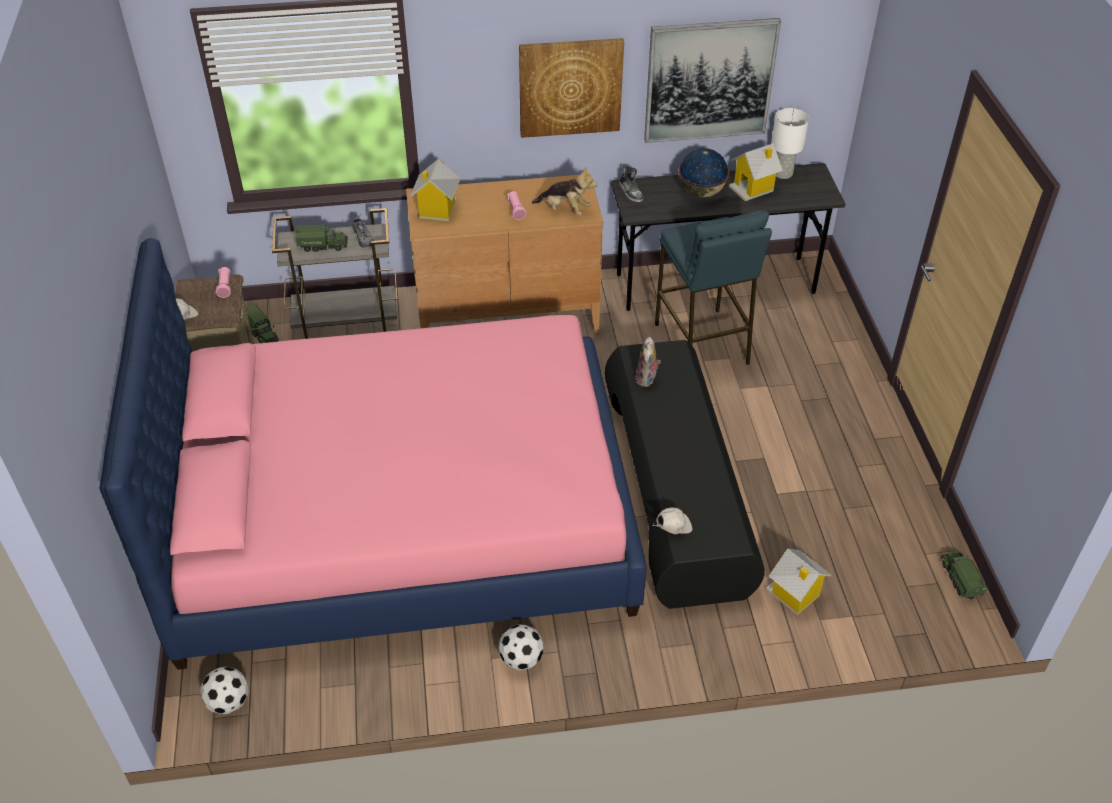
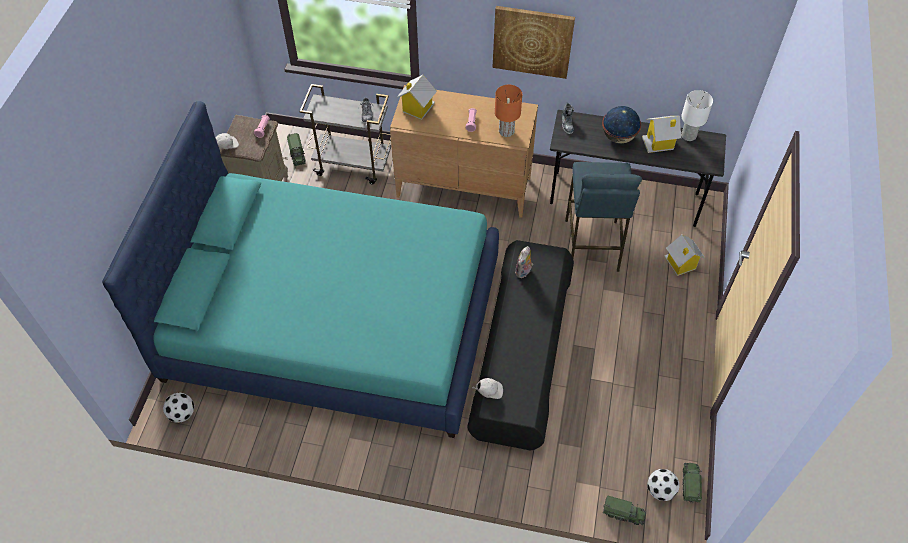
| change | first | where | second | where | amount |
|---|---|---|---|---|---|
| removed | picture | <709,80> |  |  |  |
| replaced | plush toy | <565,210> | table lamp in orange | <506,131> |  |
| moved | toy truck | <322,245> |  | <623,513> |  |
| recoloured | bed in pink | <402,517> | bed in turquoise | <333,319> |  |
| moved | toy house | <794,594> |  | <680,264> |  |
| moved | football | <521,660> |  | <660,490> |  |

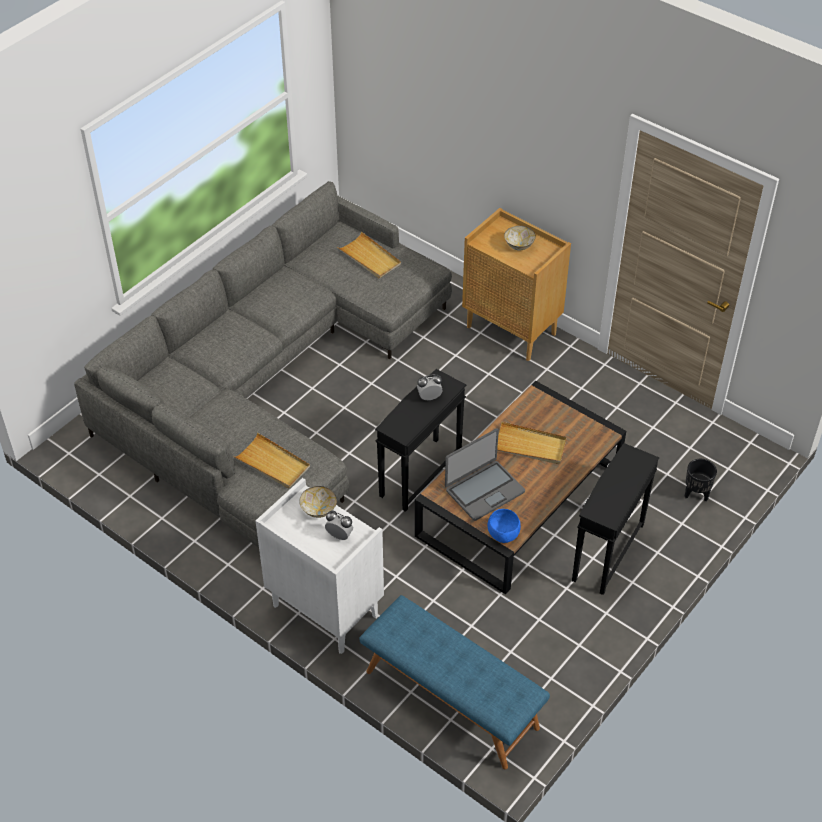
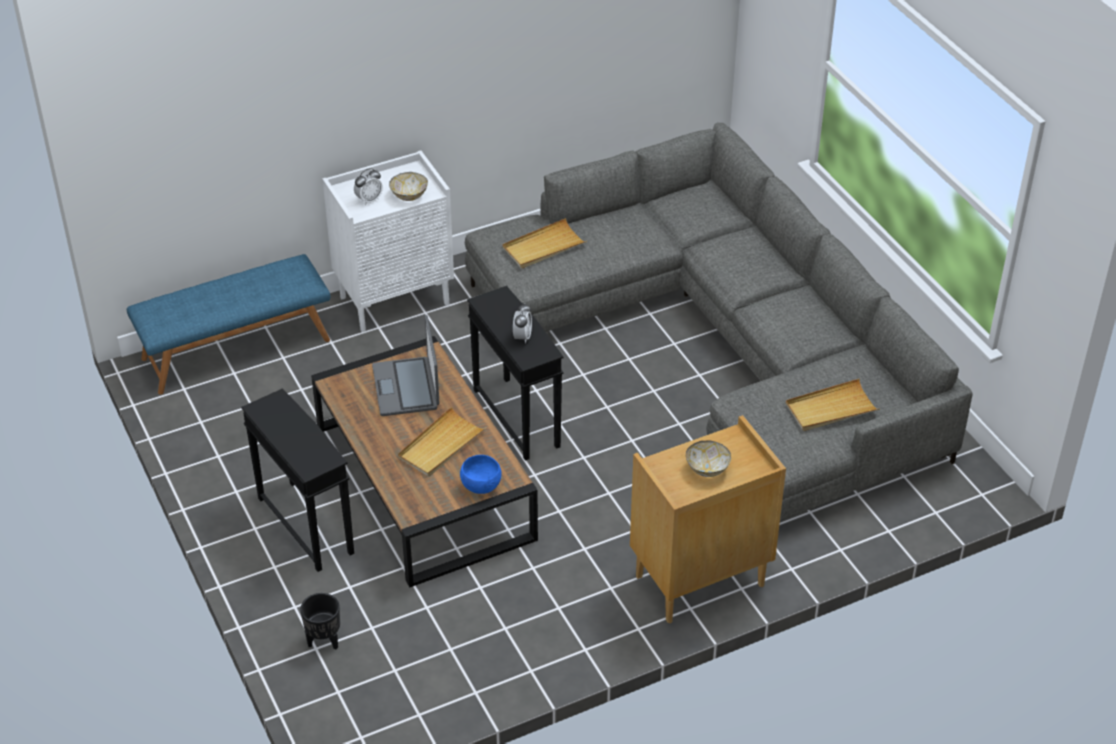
| change | first | where | second | where | amount |
|---|---|---|---|---|---|
| moved | bowl in blue | <503,535> |  | <480,486> |  |

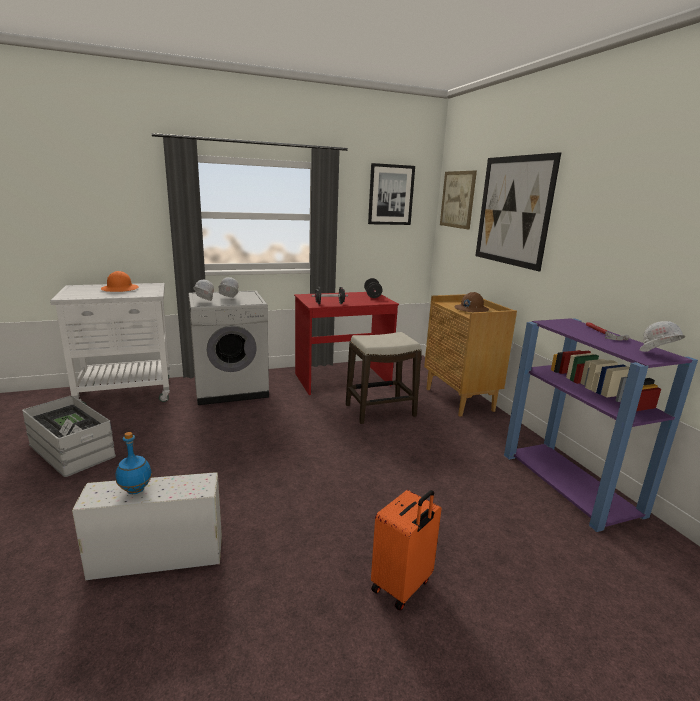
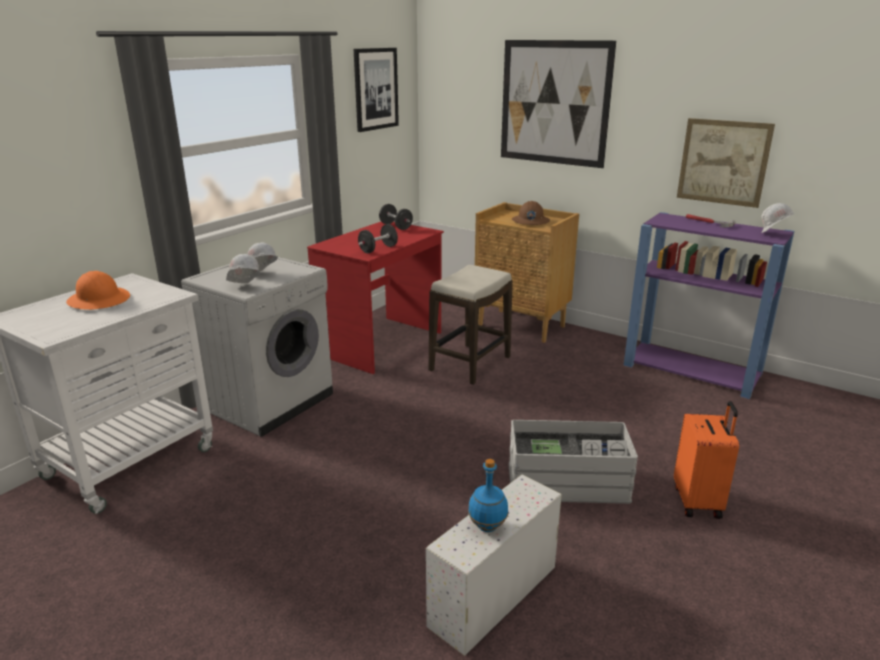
| change | first | where | second | where | amount |
|---|---|---|---|---|---|
| moved | picture | <457,199> |  | <723,162> |  |
| moved | storage box in grey | <73,450> |  | <567,480> |  |

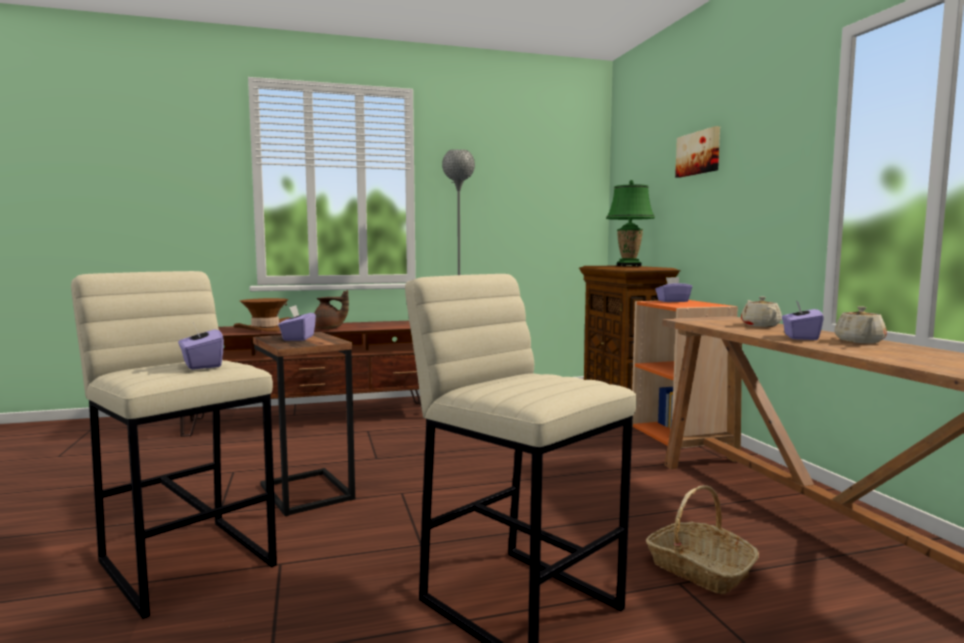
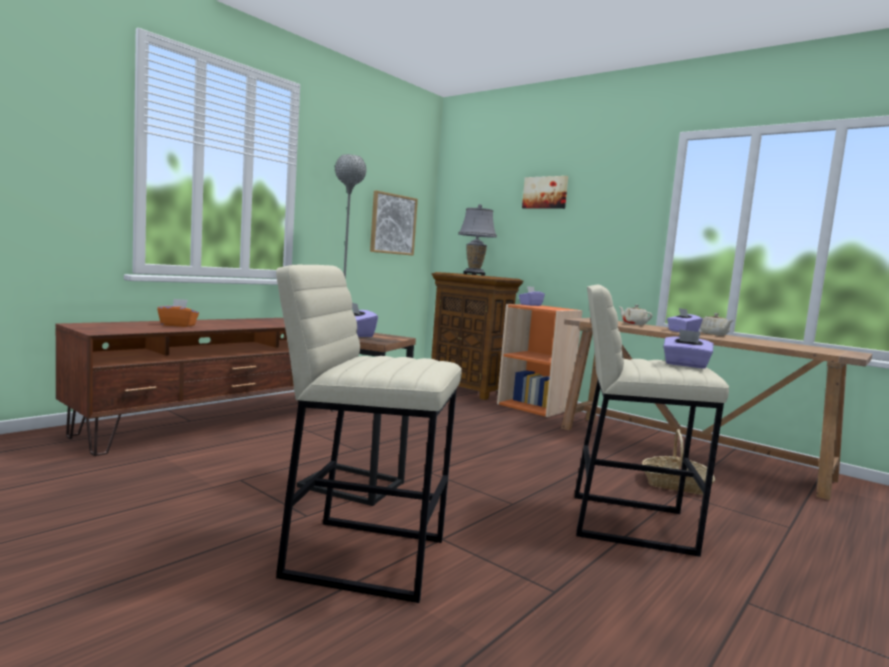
| change | first | where | second | where | amount |
|---|---|---|---|---|---|
| recoloured | table lamp in green | <629,266> | table lamp in grey | <474,274> |  |
| removed | teapot in brown | <329,328> |  |  |  |
| replaced | hat in brown | <265,329> | tissue box in orange | <178,325> |  |
| moved | tissue box in purple | <201,365> |  | <685,365> |  |
| added |  |  | picture | <393,224> |  |

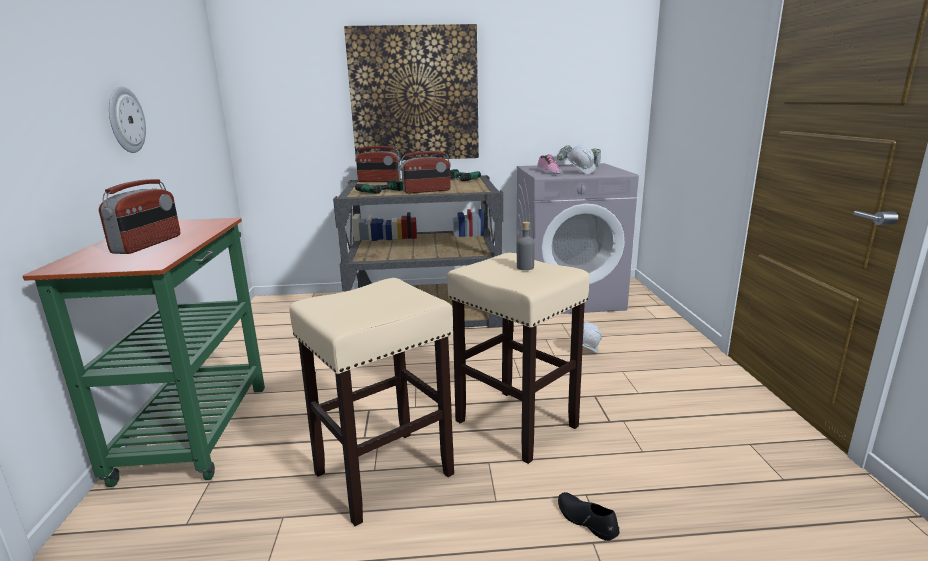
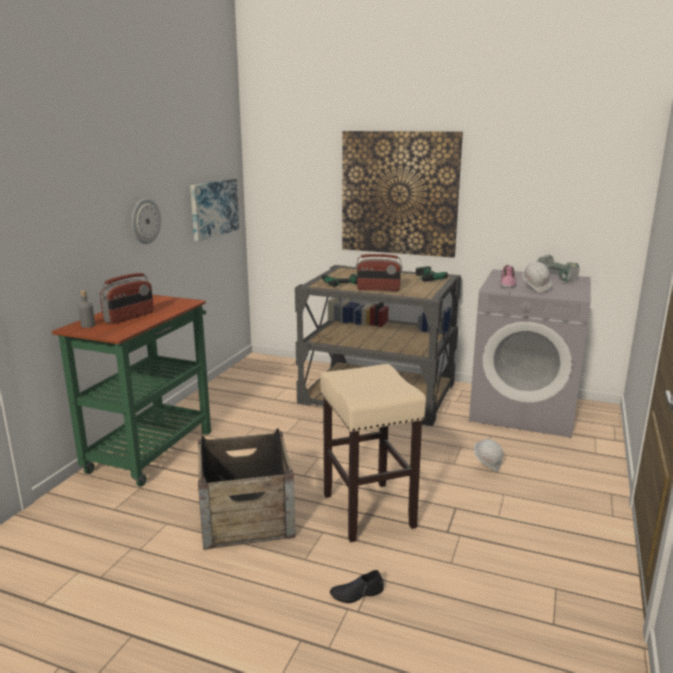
| change | first | where | second | where | amount |
|---|---|---|---|---|---|
| removed | radio | <379,181> |  |  |  |
| moved | bottle in grey | <525,267> |  | <88,325> |  |
| replaced | stool in beige | <385,472> | crate | <247,516> |  |
| turned | shoe in black | <586,520> |  | <357,593> | 90 degrees counterclockwise |
| added |  |  | picture | <213,208> |  |

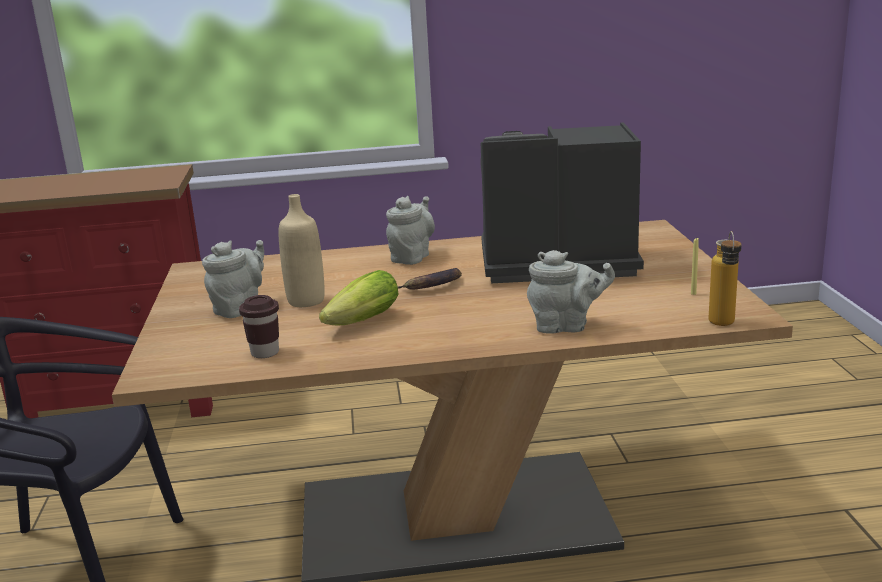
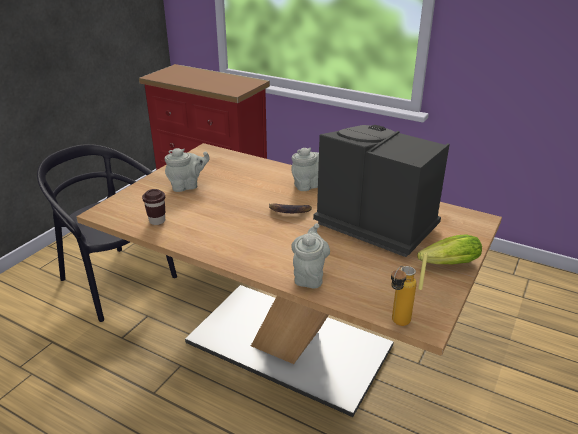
| change | first | where | second | where | amount |
|---|---|---|---|---|---|
| removed | bottle in beige | <306,301> |  |  |  |
| turned | teapot in grey | <566,326> |  | <309,276> | 120 degrees counterclockwise |
| moved | lettuce | <359,323> |  | <446,264> |  |

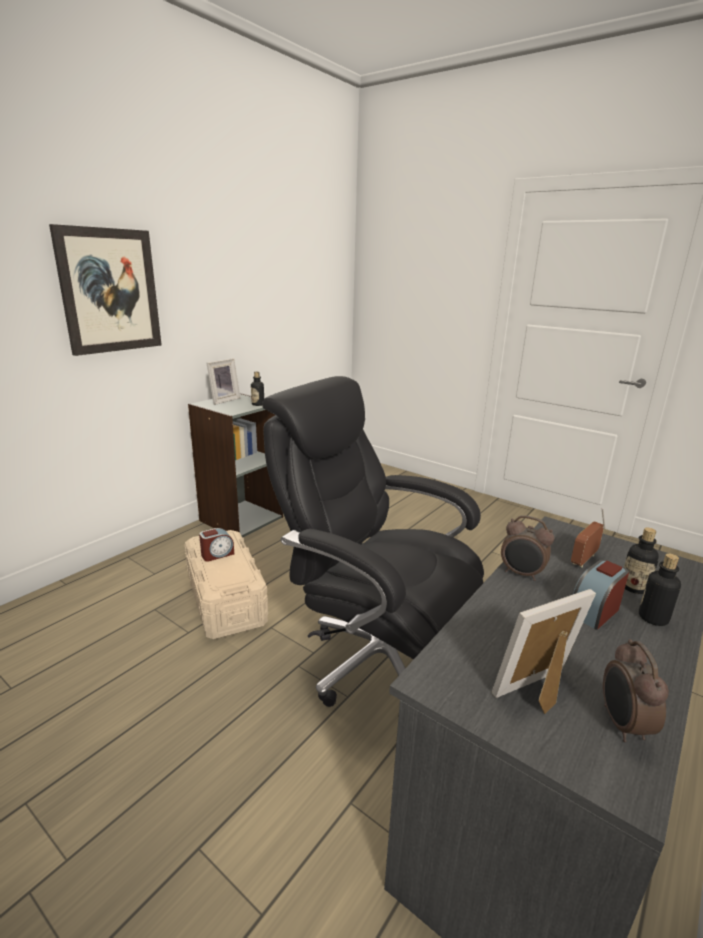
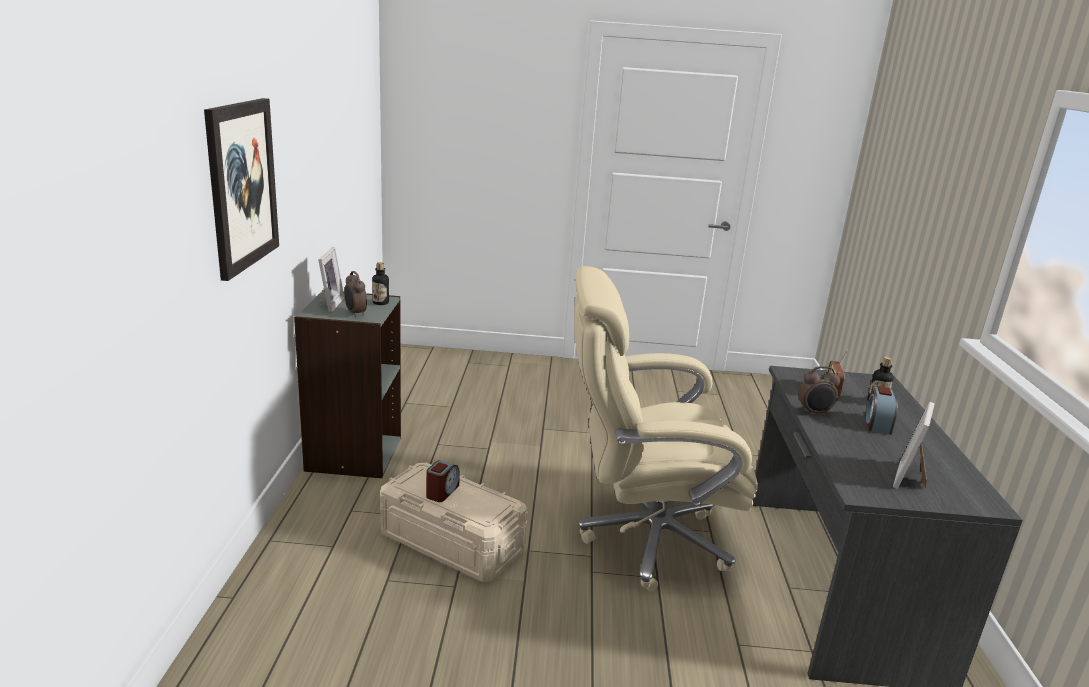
| change | first | where | second | where | amount |
|---|---|---|---|---|---|
| recoloured | office chair in black | <374,659> | office chair in beige | <645,541> |  |
| removed | bottle | <653,618> |  |  |  |
| moved | alarm clock | <622,725> |  | <355,314> |  |

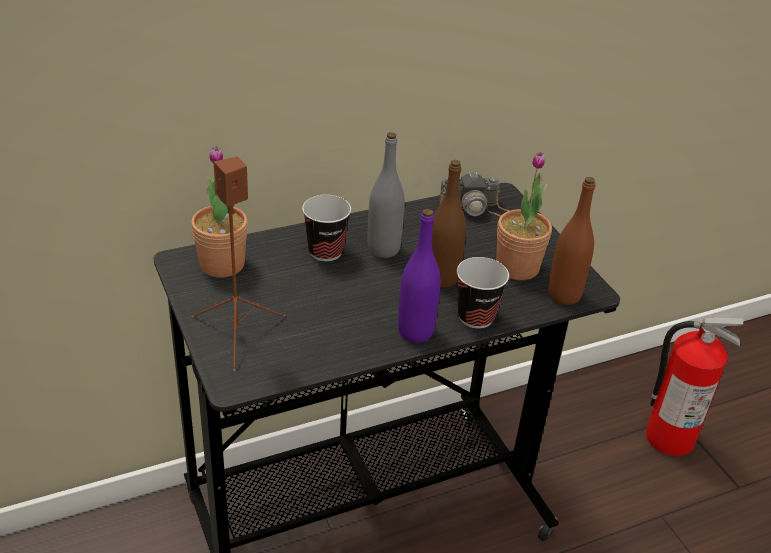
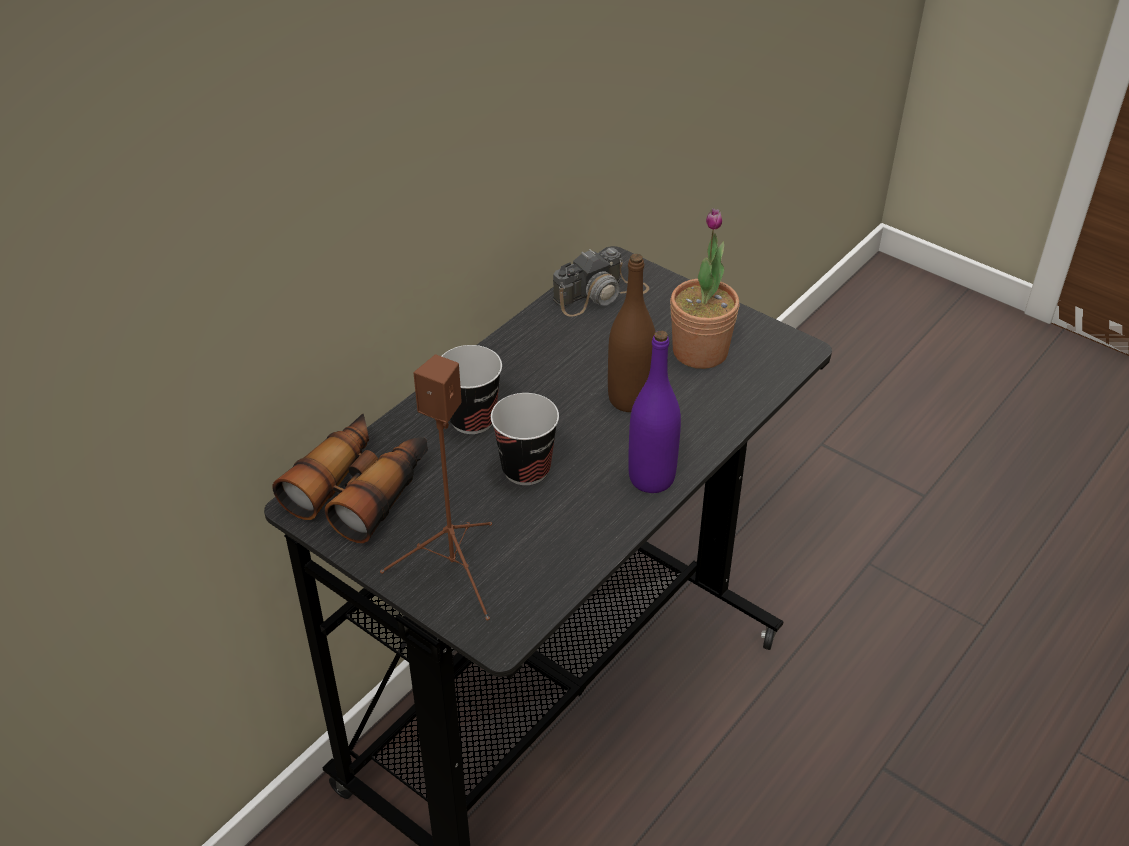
| change | first | where | second | where | amount |
|---|---|---|---|---|---|
| removed | bottle in grey | <383,249> |  |  |  |
| replaced | potted plant | <222,264> | binoculars | <361,488> |  |
| removed | bottle in brown | <564,295> |  |  |  |
| moved | cup | <476,317> |  | <526,469> |  |
| removed | fire extinguisher | <668,437> |  |  |  |

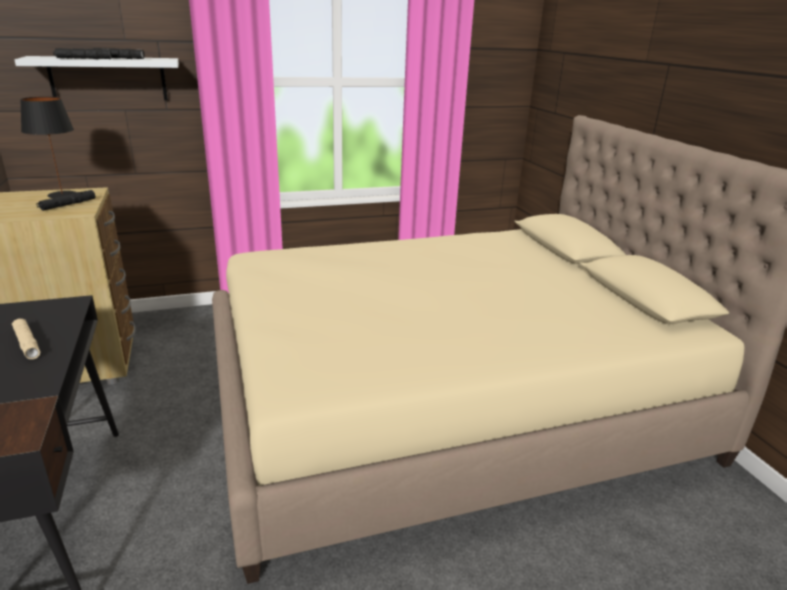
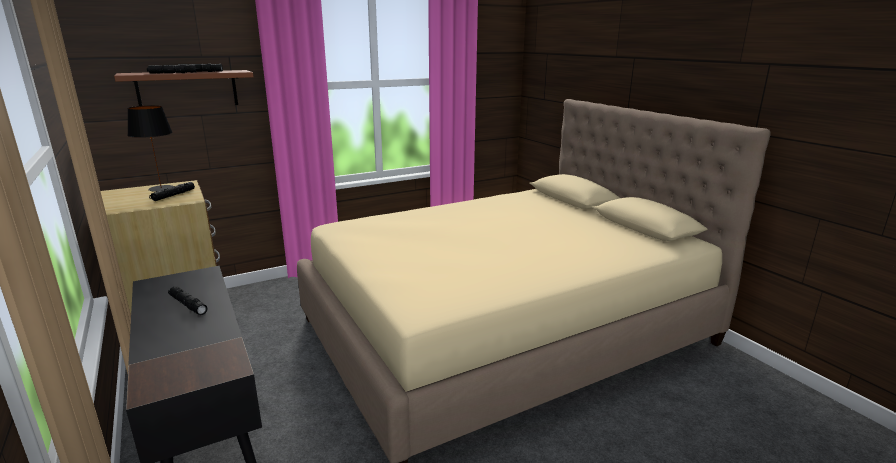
| change | first | where | second | where | amount |
|---|---|---|---|---|---|
| recoloured | shelf in white | <108,78> | shelf in brown | <187,89> |  |
| recoloured | flashlight in beige | <27,343> | flashlight in black | <188,305> |  |

